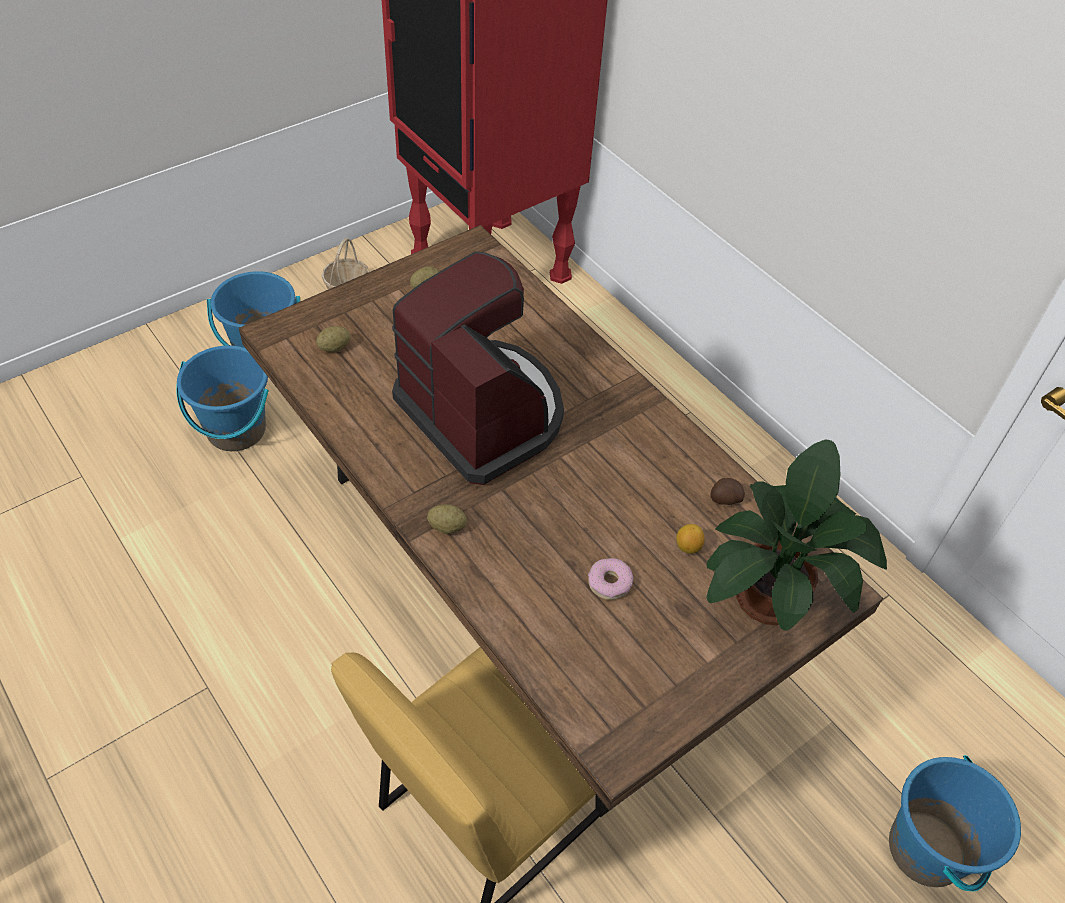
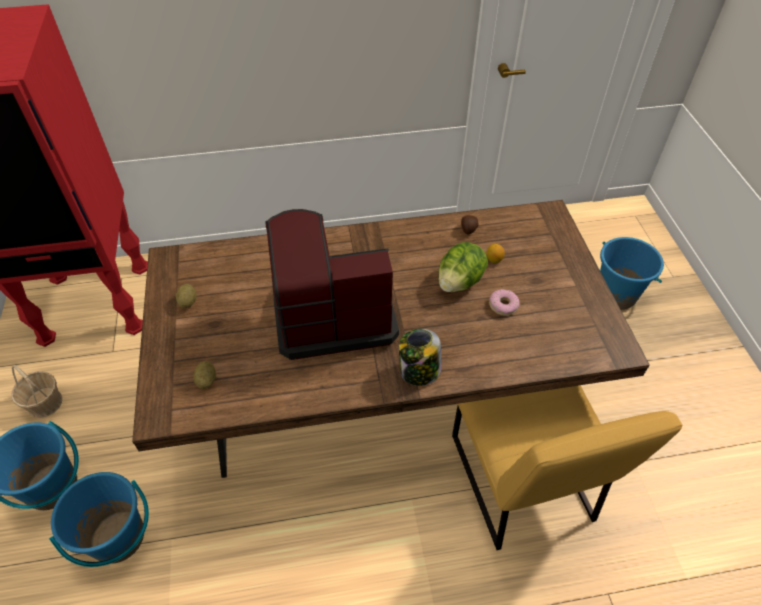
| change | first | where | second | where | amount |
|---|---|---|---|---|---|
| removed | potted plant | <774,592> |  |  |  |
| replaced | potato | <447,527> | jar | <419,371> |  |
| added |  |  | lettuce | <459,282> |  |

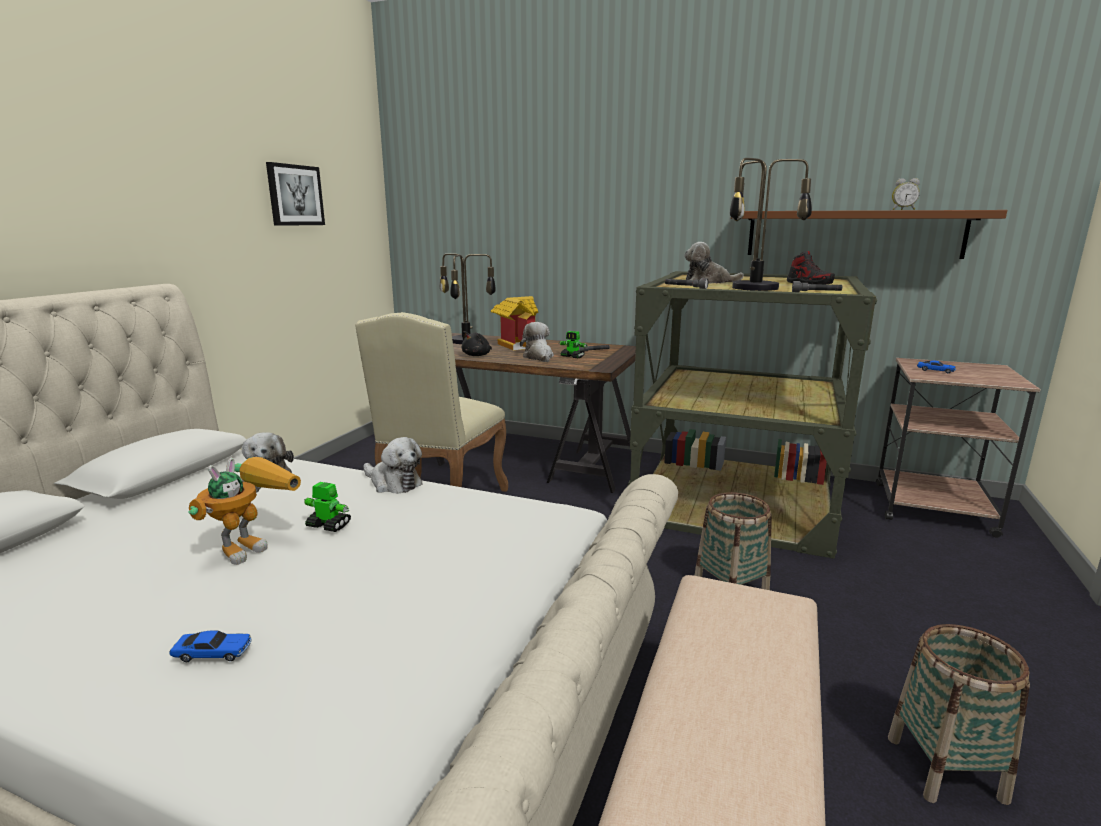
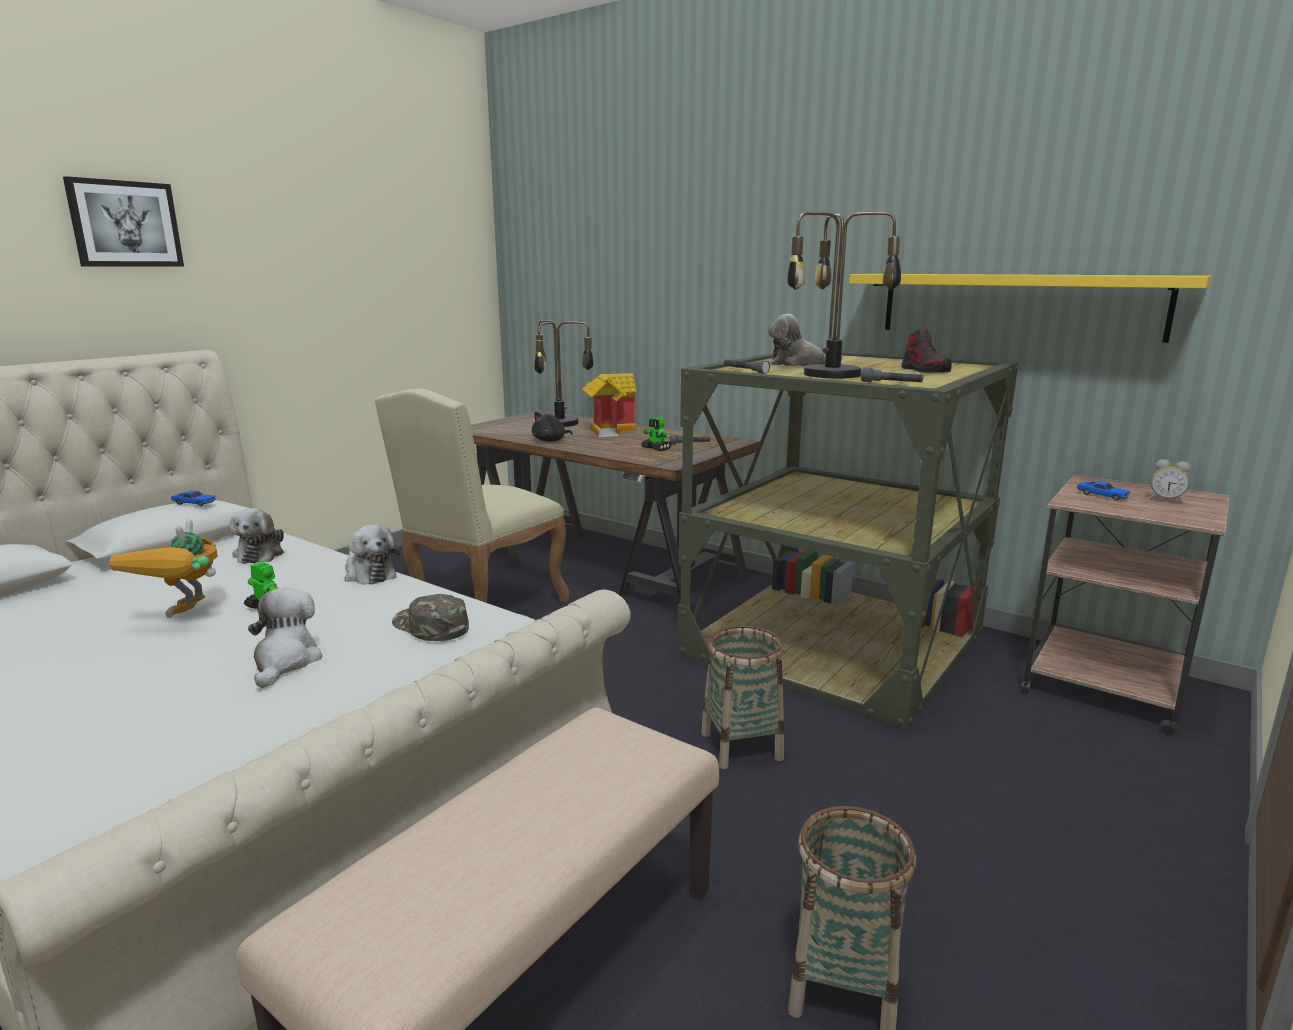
| change | first | where | second | where | amount |
|---|---|---|---|---|---|
| moved | picture | <295,195> |  | <125,224> |  |
| moved | alarm clock | <902,210> |  | <1166,500> |  |
| recoloured | shelf in brown | <852,234> | shelf in yellow | <1017,305> |  |
| moved | plush toy | <538,357> |  | <285,661> |  |
| turned | toy robot | <253,544> |  | <187,617> | 135 degrees clockwise |
| moved | toy car | <213,653> |  | <194,503> |  |
| added |  |  | cap in green | <430,626> |  |

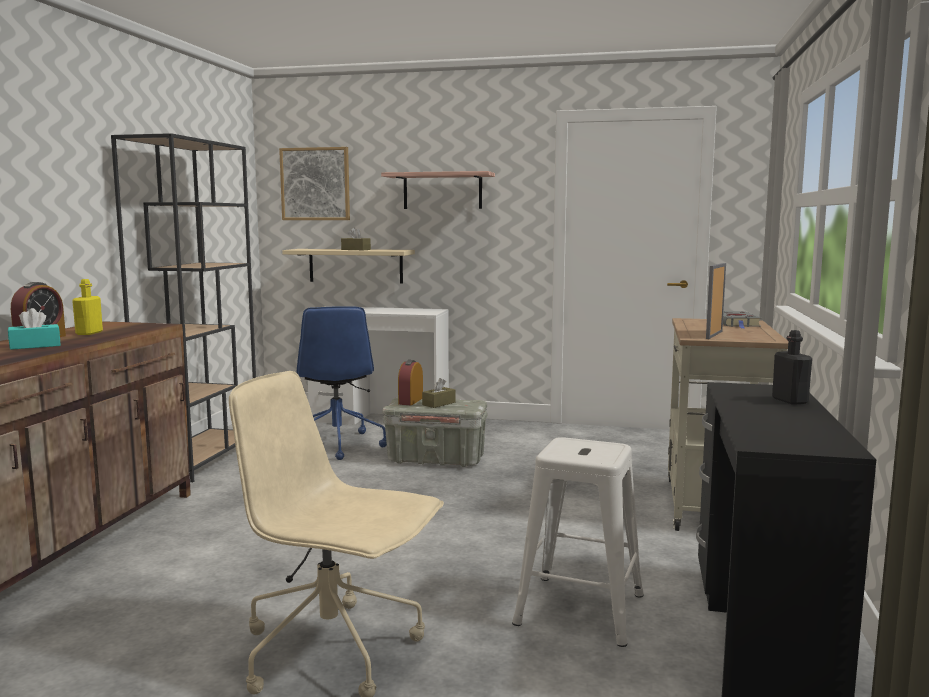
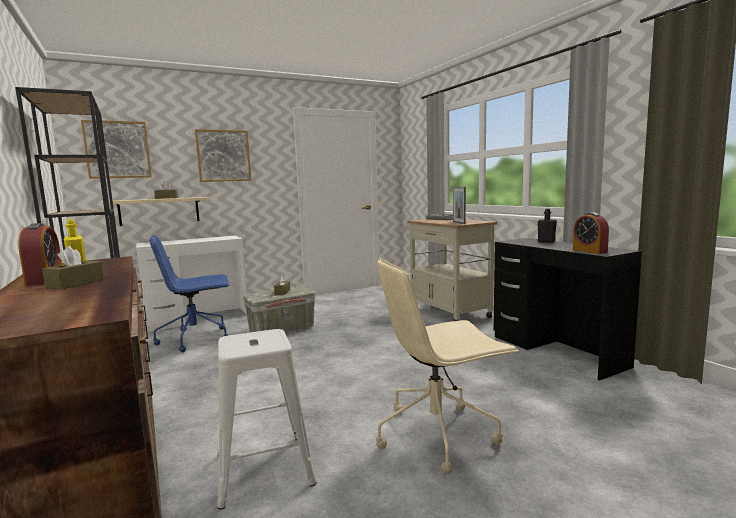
| change | first | where | second | where | amount |
|---|---|---|---|---|---|
| replaced | shelf | <442,191> | picture | <223,156> |  |
| turned | office chair in blue | <337,444> |  | <198,338> | 120 degrees clockwise |
| recoloured | tissue box in turquoise | <35,346> | tissue box in brown | <75,283> |  |
| moved | alarm clock | <410,401> |  | <589,251> |  |
| moved | stool in white | <580,609> |  | <264,468> |  |

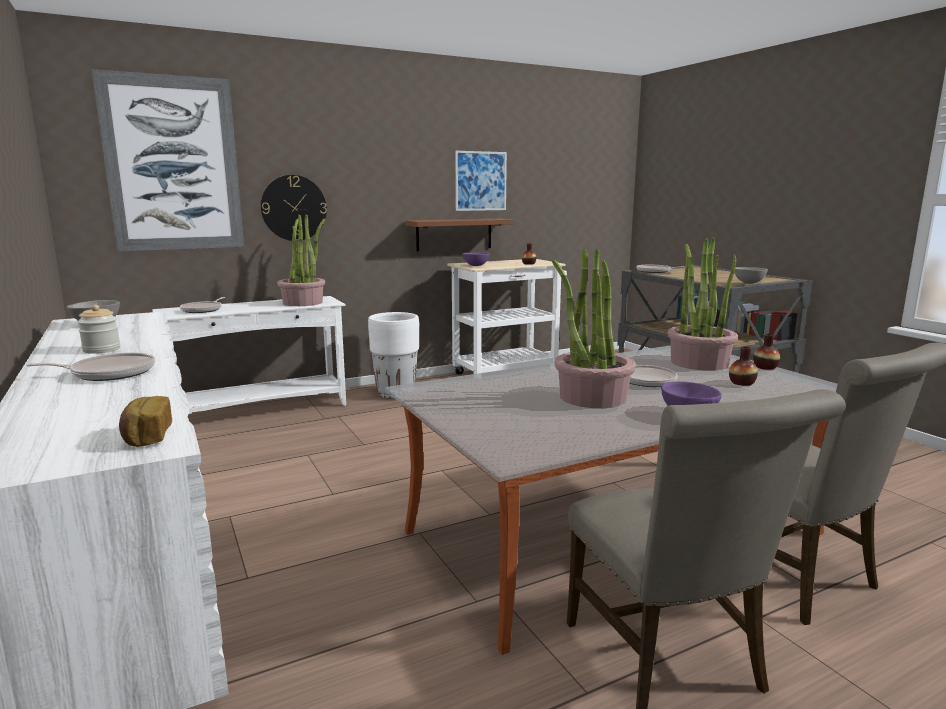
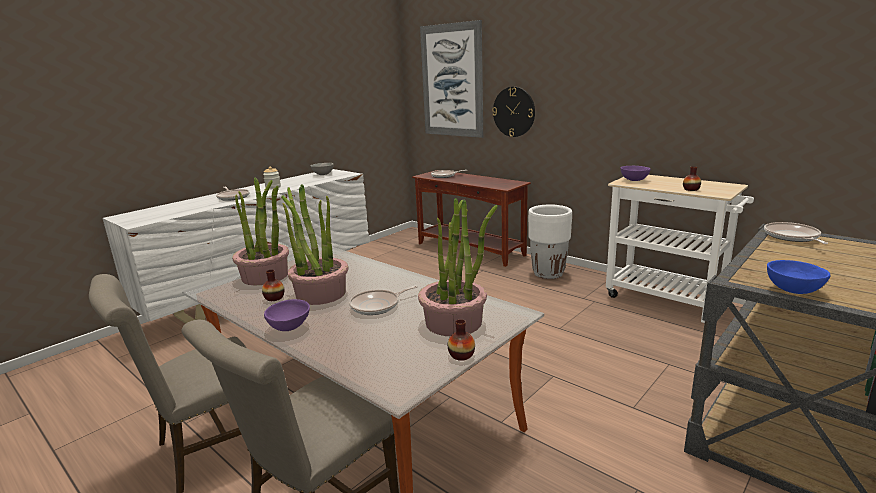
| change | first | where | second | where | amount |
|---|---|---|---|---|---|
| removed | picture | <481,181> |  |  |  |
| moved | potted plant | <303,302> |  | <265,276> |  |
| removed | shelf in brown | <454,234> |  |  |  |
| recoloured | bowl in grey | <748,283> | bowl in blue | <793,290> |  |
| recoloured | console table in white | <261,409> | console table in brown | <471,249> |  |
| moved | vase | <742,383> |  | <274,298> |  |
| removed | bread | <146,437> |  |  |  |

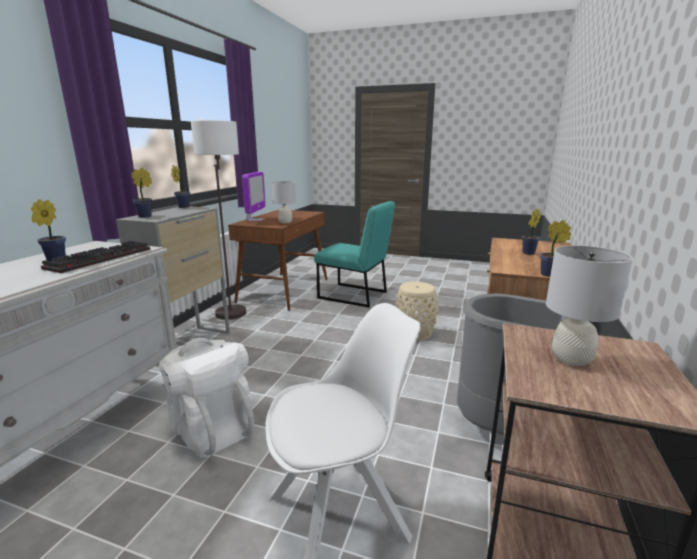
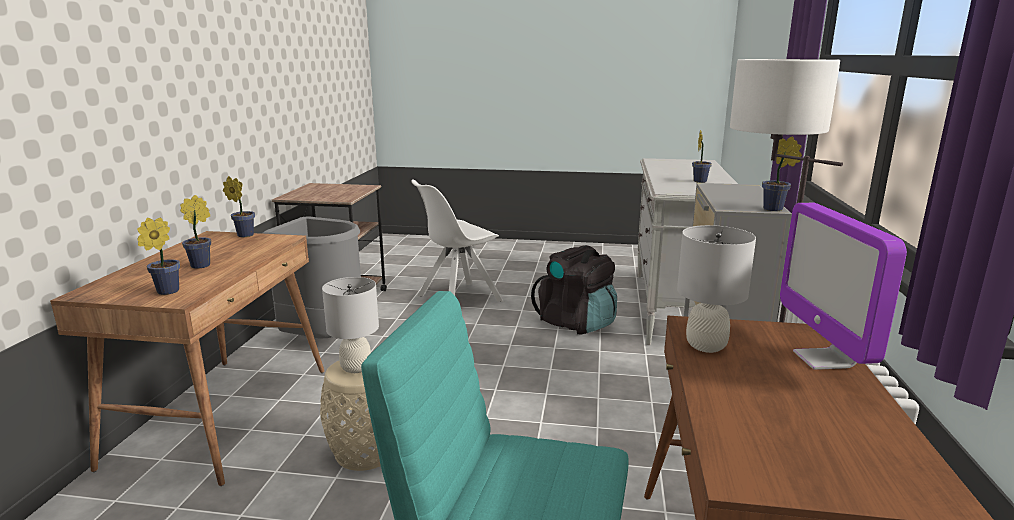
| change | first | where | second | where | amount |
|---|---|---|---|---|---|
| moved | potted plant | <146,216> |  | <165,292> |  |
| removed | keyboard | <101,258> |  |  |  |
| moved | table lamp in grey | <571,359> |  | <355,369> |  |
| recoloured | backpack in white | <211,428> | backpack in black | <576,323> |  |

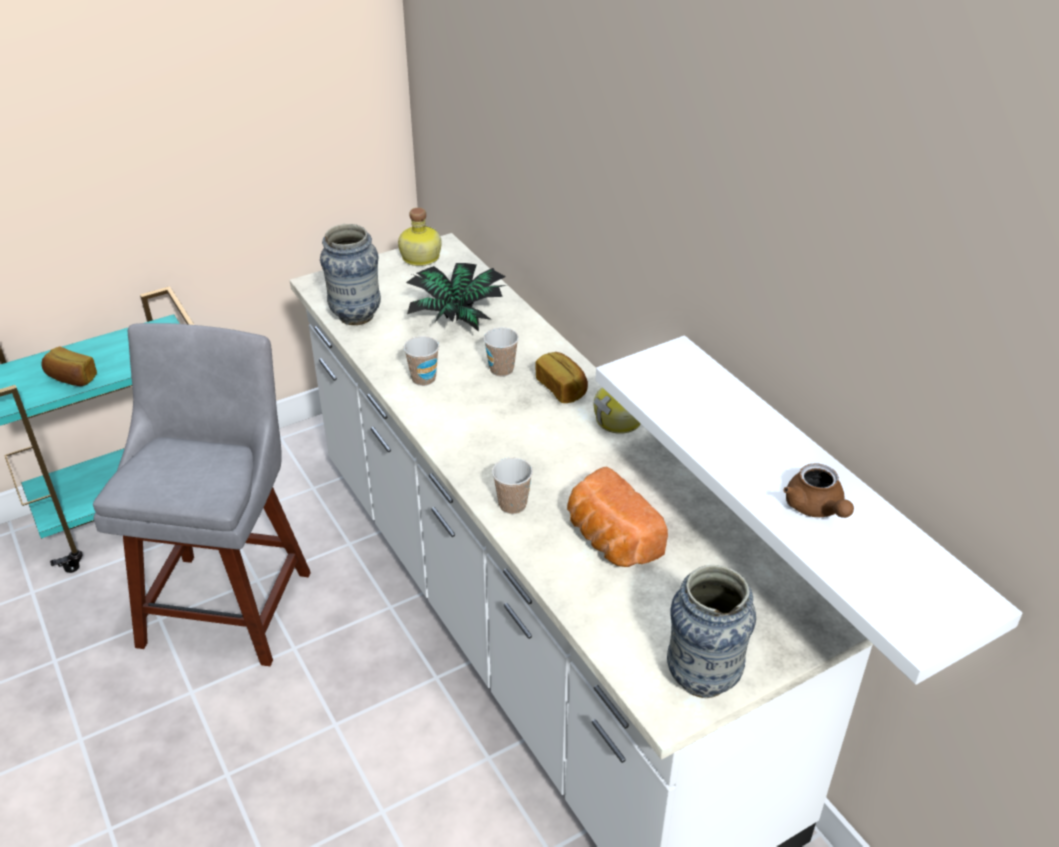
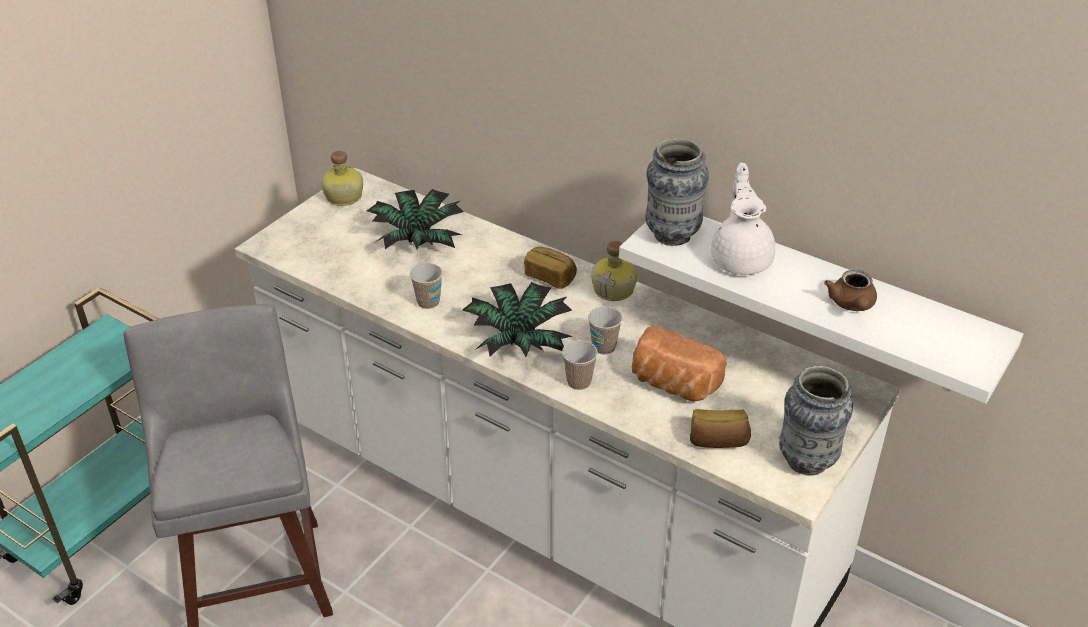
| change | first | where | second | where | amount |
|---|---|---|---|---|---|
| moved | vase | <356,316> |  | <672,235> |  |
| moved | cup | <501,370> |  | <604,347> |  |
| moved | bread | <71,378> |  | <718,441> |  |
| turned | teapot in brown | <816,508> |  | <852,305> | 45 degrees clockwise |
| added |  |  | teapot in white | <741,259> |  |
| added |  |  | potted plant | <518,341> |  |

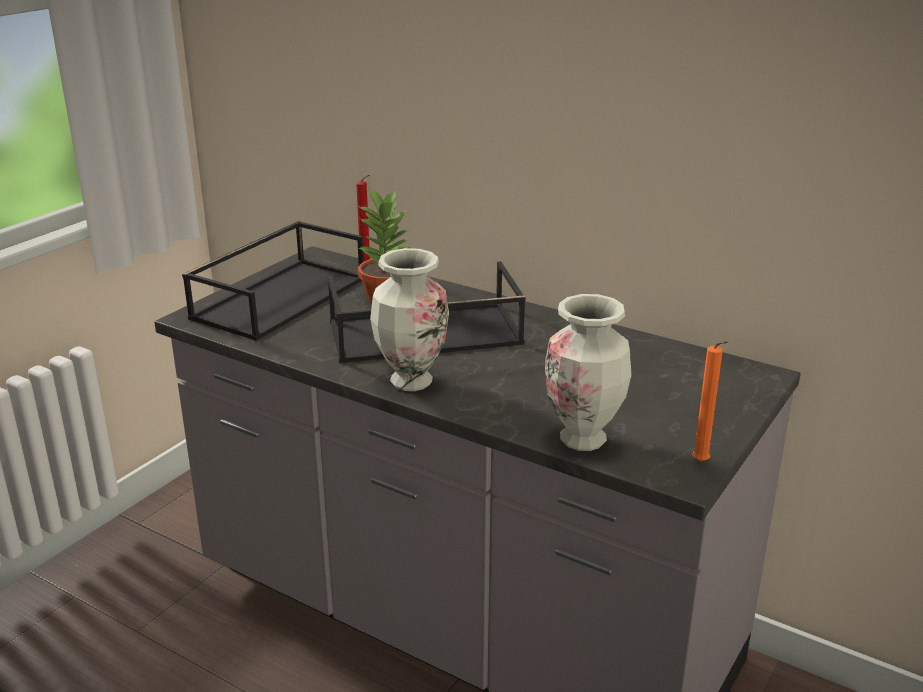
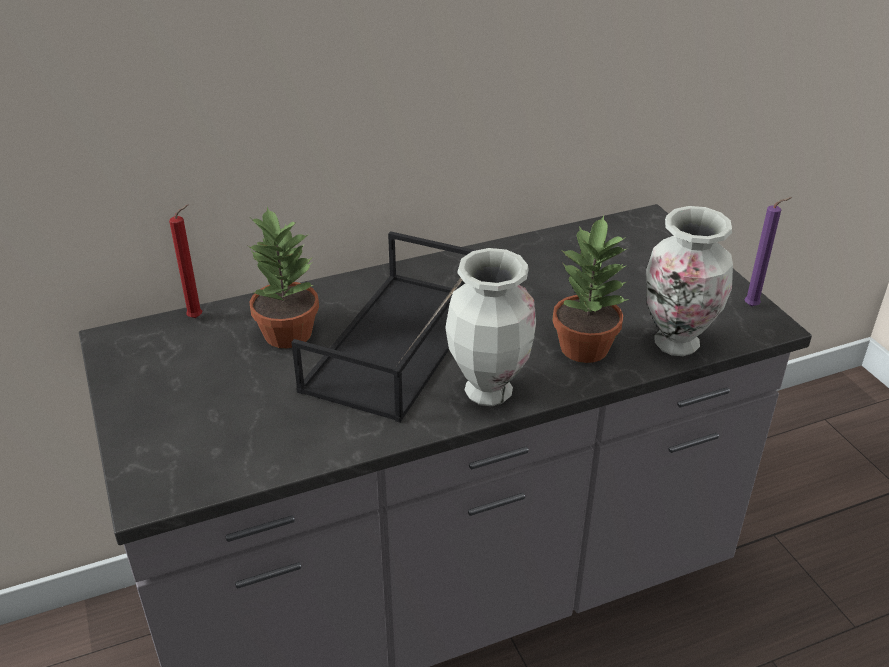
| change | first | where | second | where | amount |
|---|---|---|---|---|---|
| removed | tray in black | <280,297> |  |  |  |
| recoloured | candle in orange | <702,463> | candle in purple | <754,306> |  |
| added |  |  | potted plant | <585,347> |  |

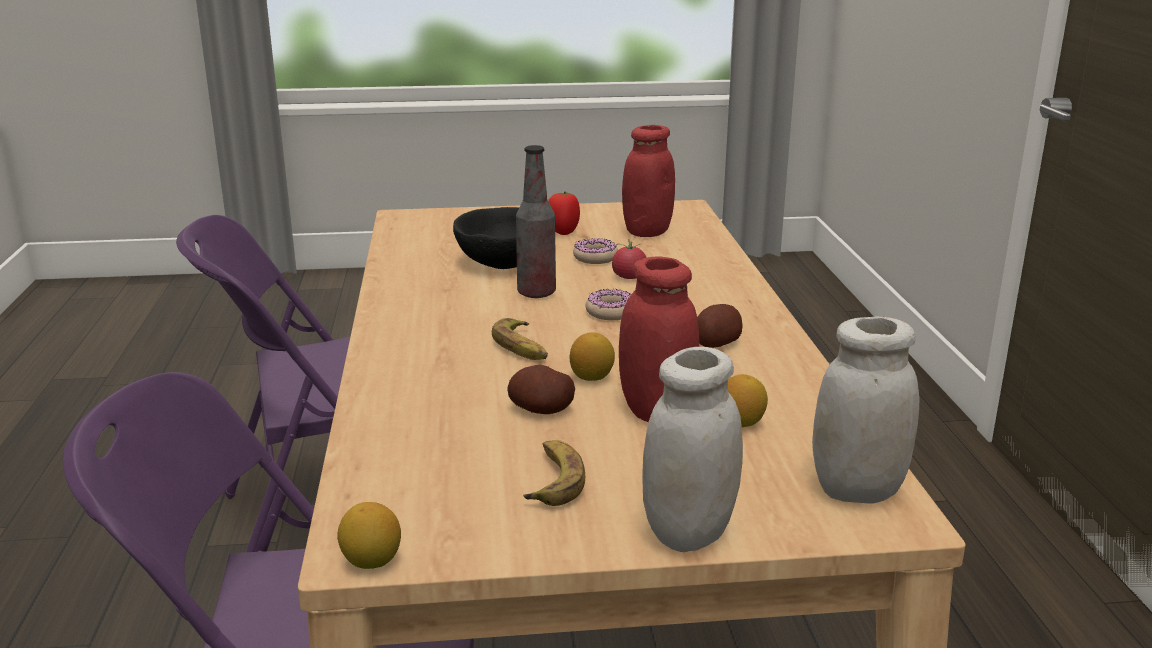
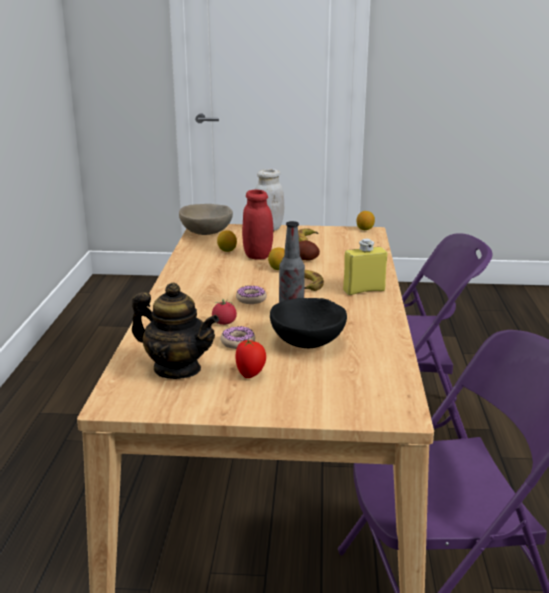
| change | first | where | second | where | amount |
|---|---|---|---|---|---|
| replaced | jar in red | <647,232> | teapot | <177,369> |  |
| removed | potato | <716,343> |  |  |  |
| replaced | jar in white | <857,490> | bowl in beige | <206,233> |  |
| added |  |  | bottle in yellow | <364,290> |  |

